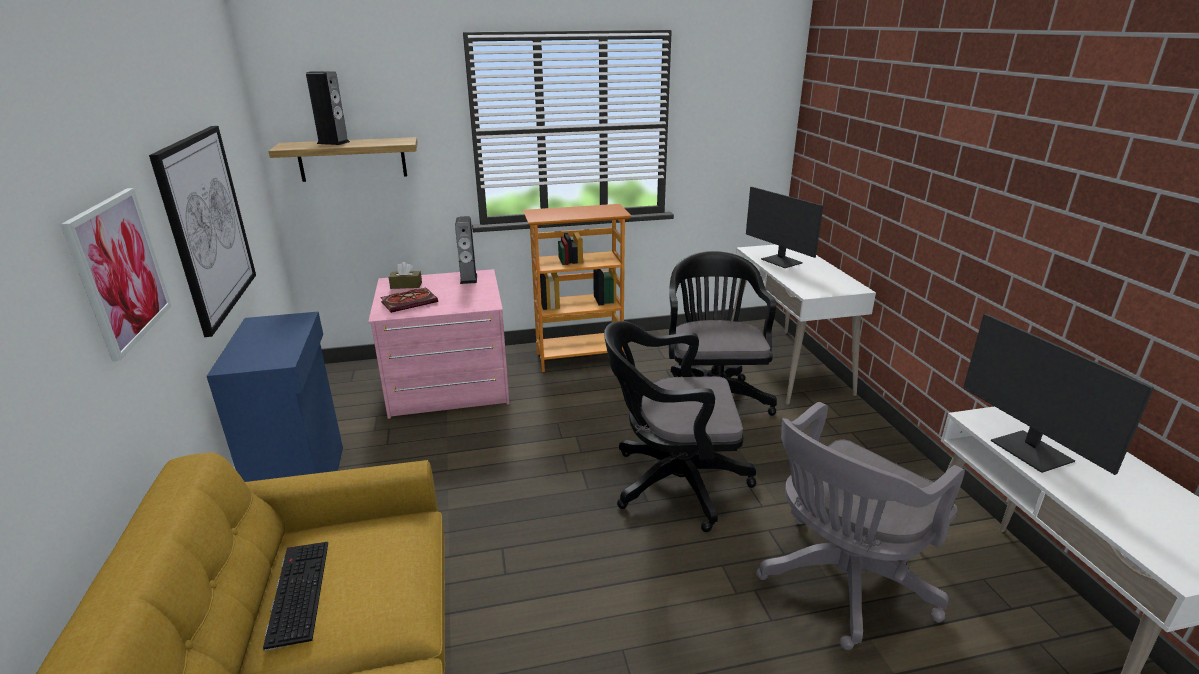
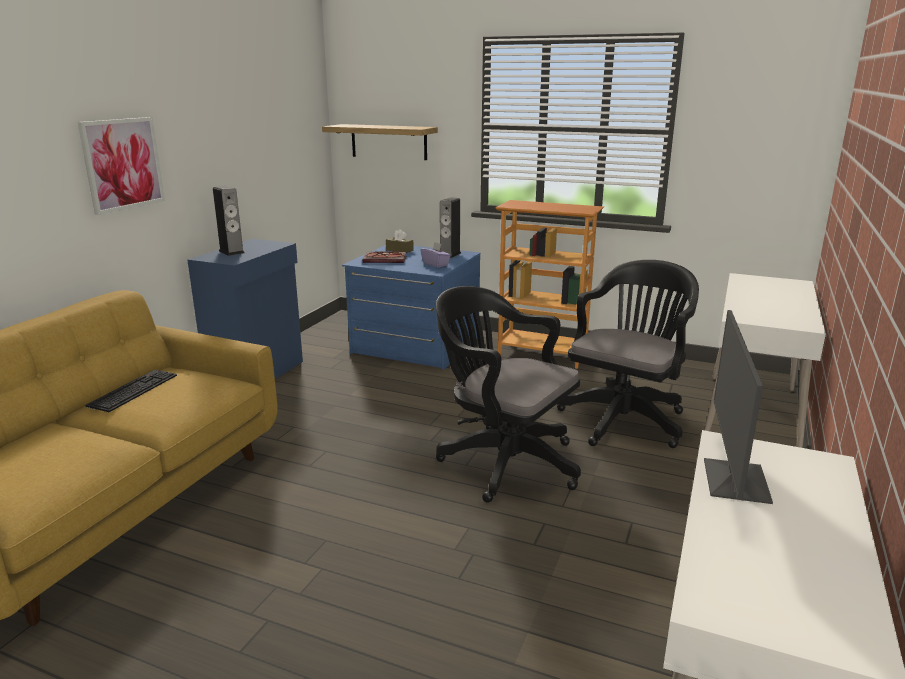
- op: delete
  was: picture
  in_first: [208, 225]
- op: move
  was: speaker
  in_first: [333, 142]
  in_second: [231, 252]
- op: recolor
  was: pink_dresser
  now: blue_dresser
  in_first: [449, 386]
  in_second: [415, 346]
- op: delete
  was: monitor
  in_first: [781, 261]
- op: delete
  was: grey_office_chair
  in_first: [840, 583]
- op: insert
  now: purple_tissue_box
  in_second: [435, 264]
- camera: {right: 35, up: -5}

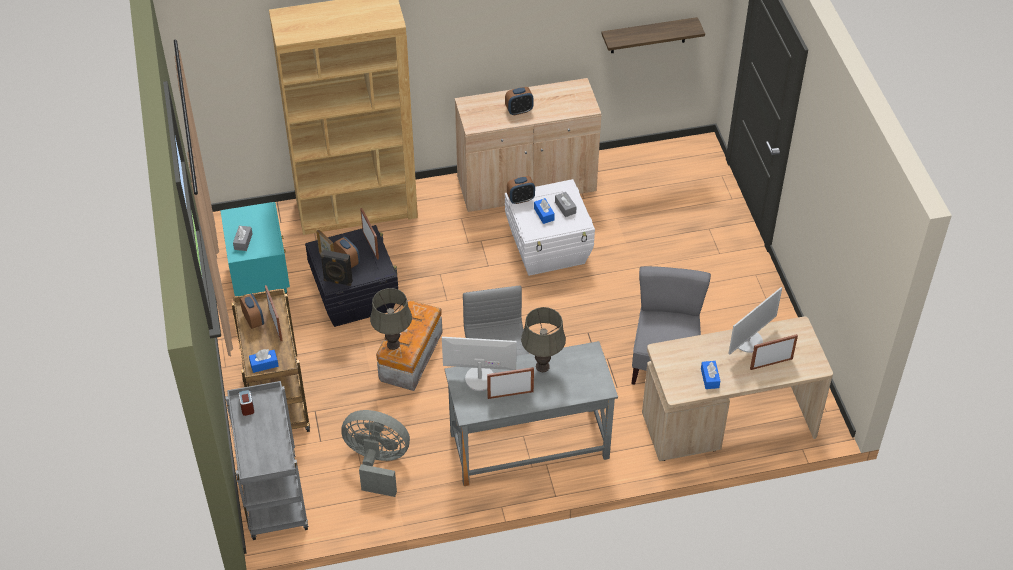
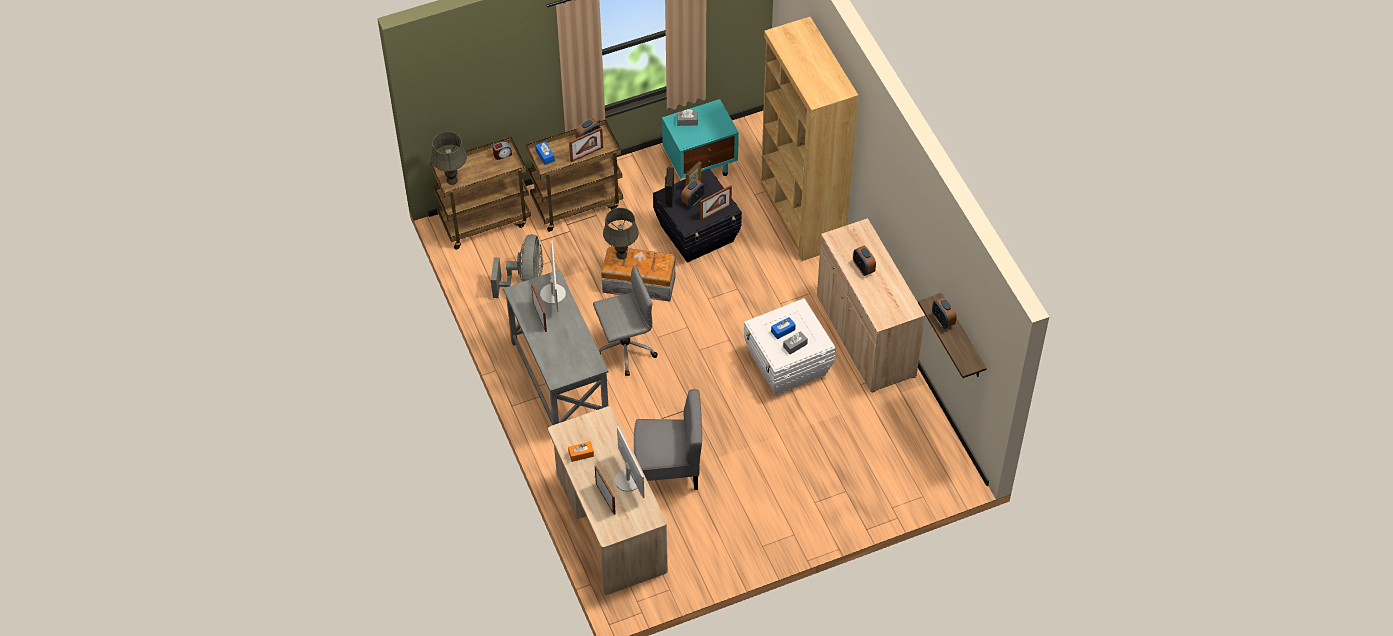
- op: recolor
  was: grey_cart
  now: brown_cart
  in_first: [272, 494]
  in_second: [485, 221]
- op: move
  was: alarm_clock
  in_first: [520, 199]
  in_second: [942, 320]
- op: move
  was: grey_table_lamp
  in_first: [542, 366]
  in_second: [452, 180]
- op: recolor
  was: blue_tissue_box
  now: orange_tissue_box
  in_first: [709, 378]
  in_second: [581, 454]
- op: rotate
  was: monitor
  in_first: [748, 341]
  in_second: [628, 480]
  clockwise: -150
- camera: {right: 80, up: 5}

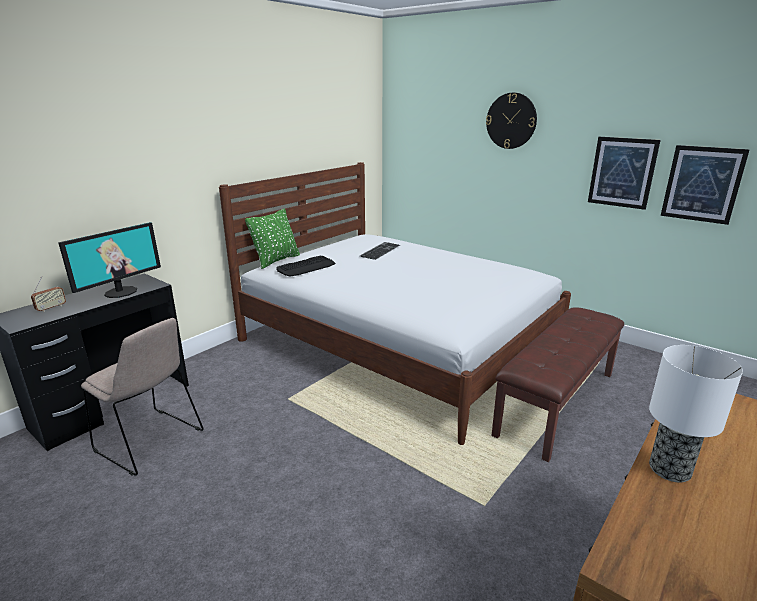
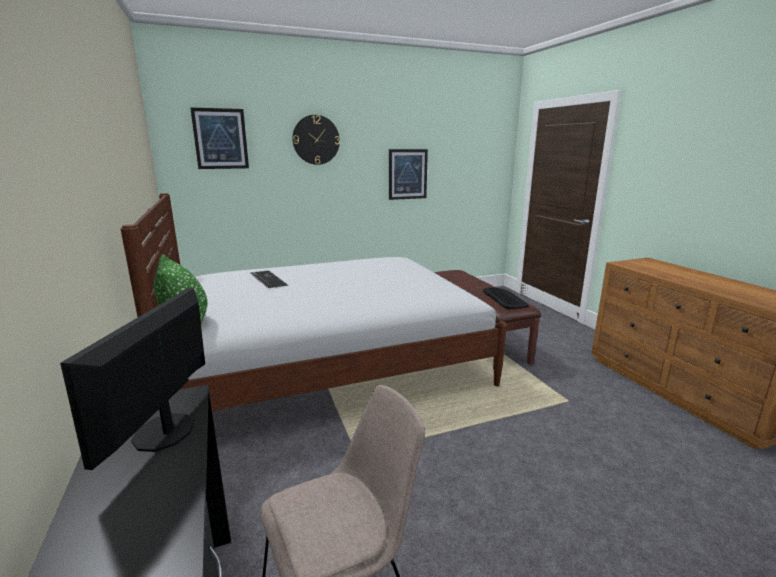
- op: delete
  was: radio
  in_first: [51, 308]
- op: rotate
  was: monitor
  in_first: [120, 292]
  in_second: [165, 432]
  clockwise: -150
- op: move
  was: keyboard
  in_first: [306, 267]
  in_second: [504, 298]
- op: delete
  was: table_lamp
  in_first: [671, 470]
- op: move
  was: picture
  in_first: [702, 184]
  in_second: [220, 139]
- camera: {right: -60, up: -5}

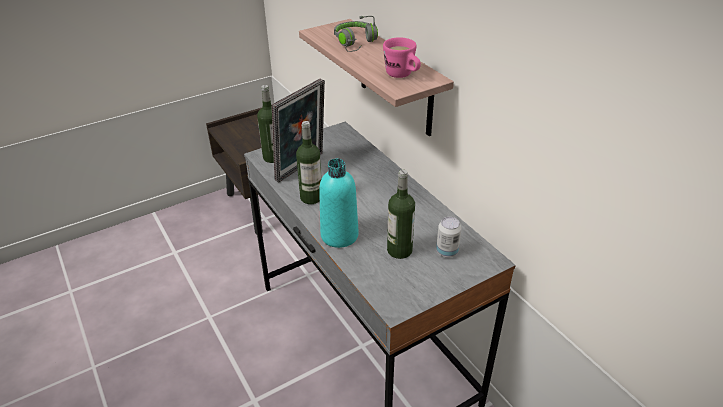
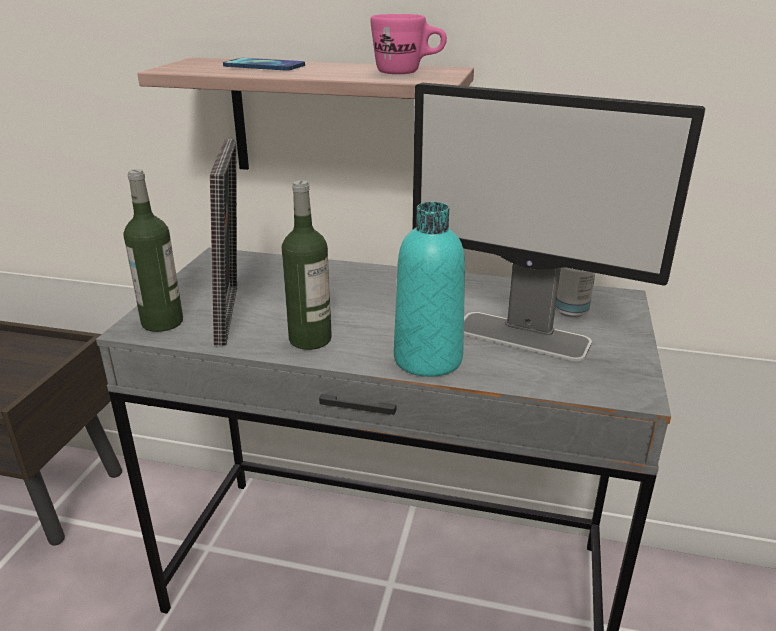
- op: replace
  was: grey_headphones
  now: phone
  in_first: [355, 43]
  in_second: [264, 66]
- op: replace
  was: bottle
  now: monitor
  in_first: [399, 250]
  in_second: [524, 336]
- camera: {right: -45, up: -10}

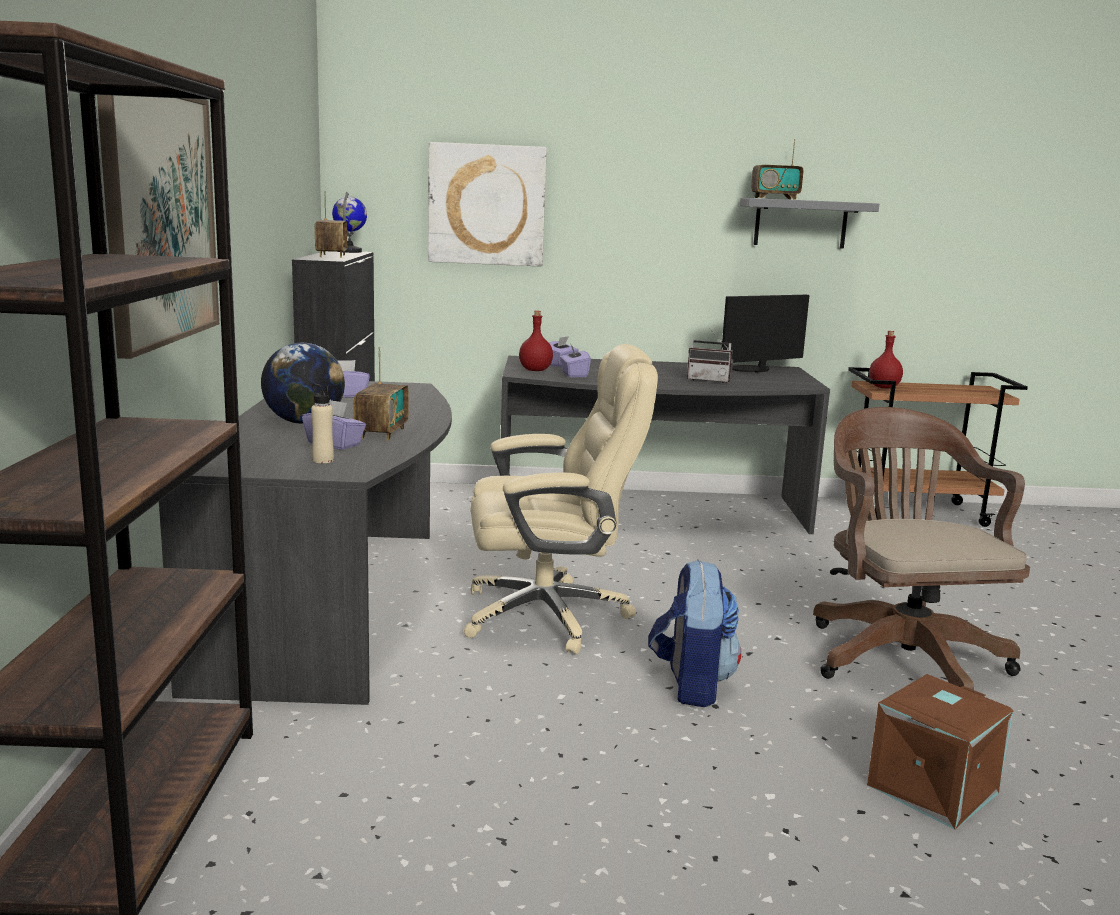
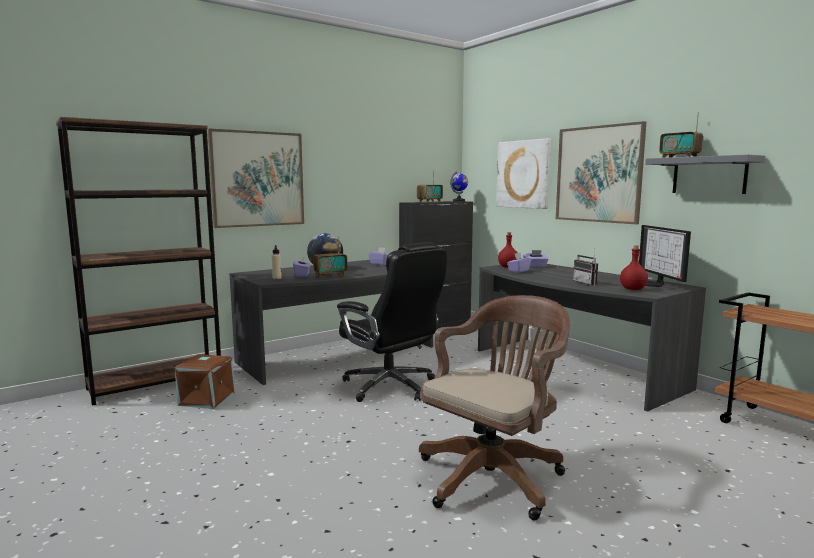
- op: recolor
  was: beige_office_chair
  now: black_office_chair
  in_first: [549, 615]
  in_second: [391, 386]
- op: delete
  was: backpack
  in_first: [691, 685]
- op: rotate
  was: monitor
  in_first: [753, 370]
  in_second: [652, 283]
  clockwise: -120
- op: move
  was: brown_storage_box
  in_first: [931, 788]
  in_second: [207, 399]
- op: move
  was: red_bottle
  in_first: [884, 387]
  in_second: [633, 289]
- op: insert
  now: picture
  in_second: [598, 174]
- camera: {right: 55, up: -5}

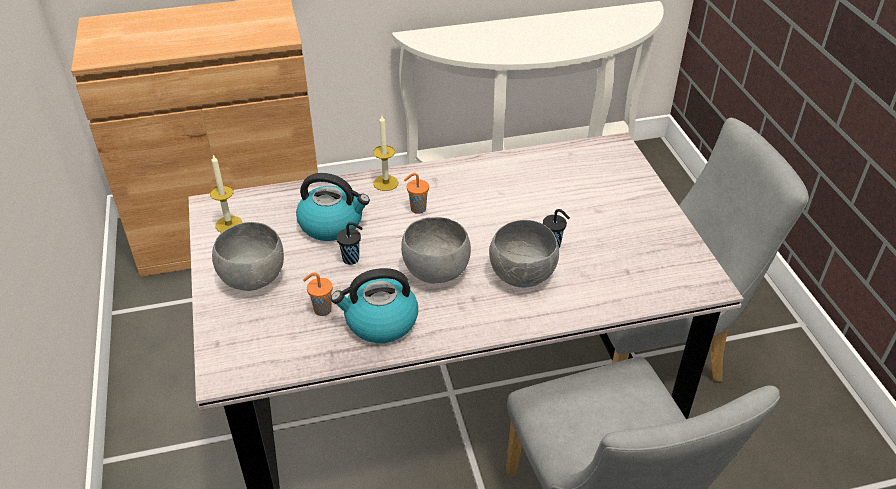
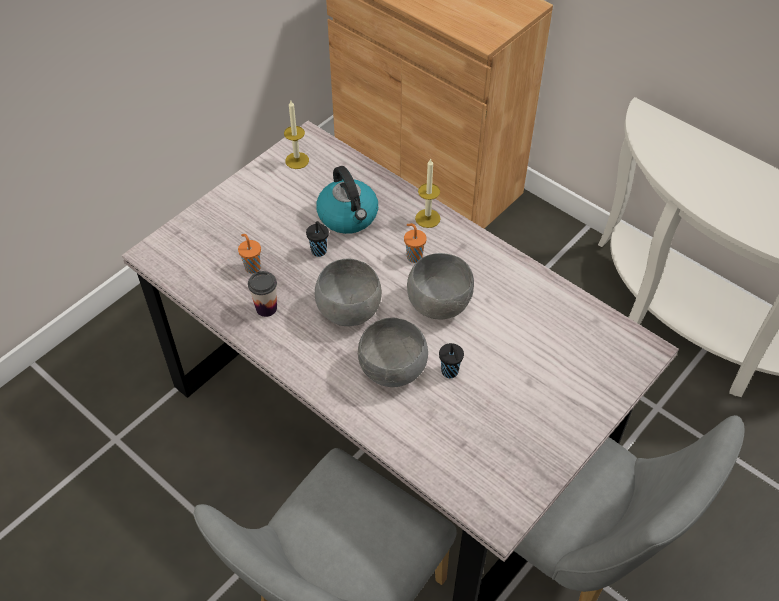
- op: move
  was: grey_bowl
  in_first: [253, 277]
  in_second: [440, 303]
- op: replace
  was: kettle
  now: cup
  in_first: [380, 322]
  in_second: [266, 308]
- camera: {right: 55, up: 10}

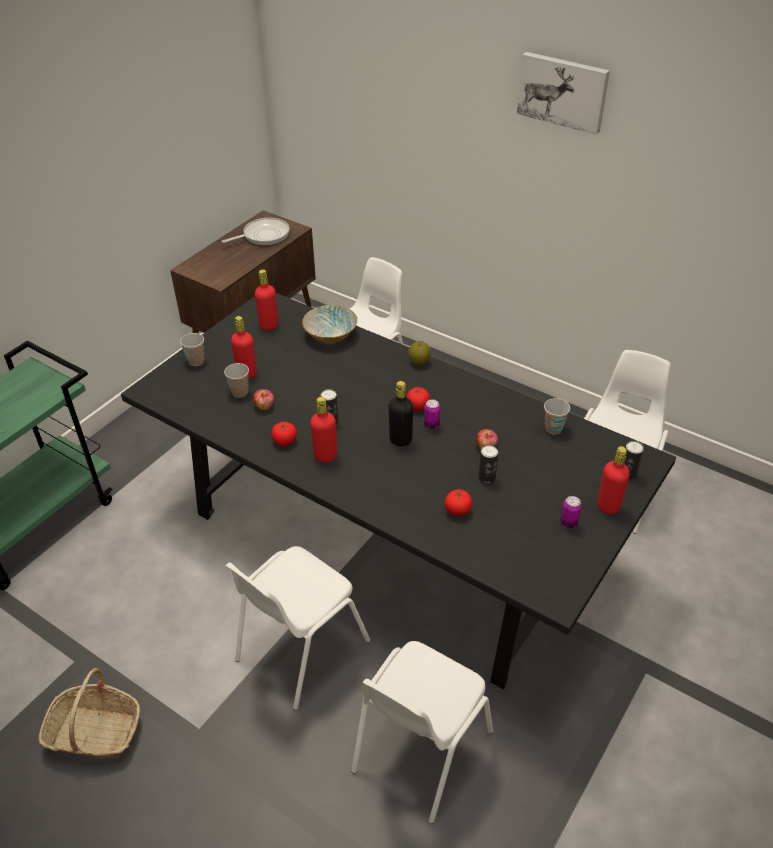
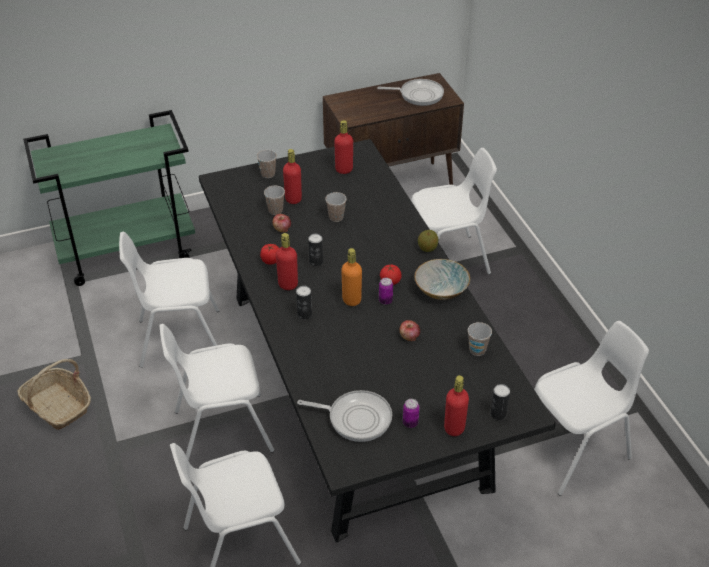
- op: move
  was: bowl
  in_first: [331, 335]
  in_second: [441, 290]
- op: recolor
  was: black_bottle
  now: orange_bottle
  in_first: [400, 440]
  in_second: [351, 300]
- op: delete
  was: tomato
  in_first: [457, 510]
- op: move
  was: can
  in_first: [486, 478]
  in_second: [304, 314]
- op: delete
  was: picture
  in_first: [563, 91]
- op: insert
  now: white_chair
  in_second: [179, 338]
- op: insert
  now: frying_pan
  in_second: [356, 418]
- op: insert
  now: cup
  in_second: [336, 217]
- camera: {right: 35, up: 0}

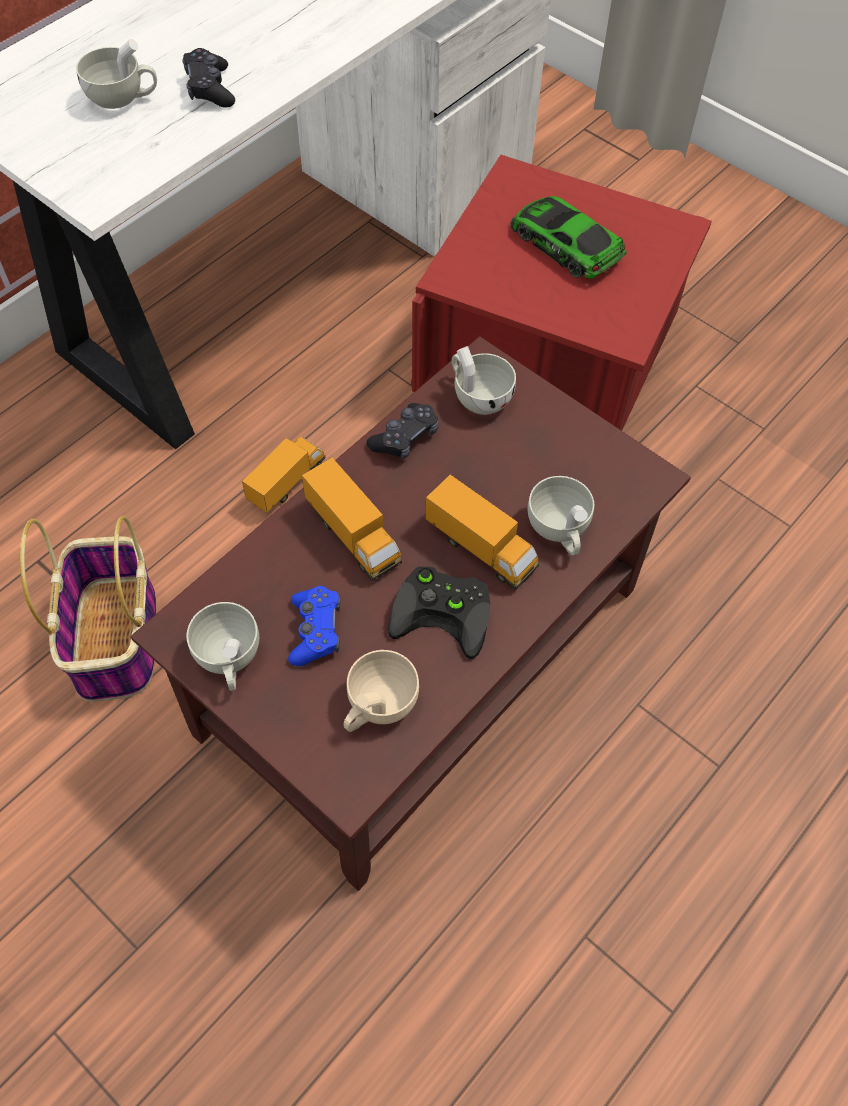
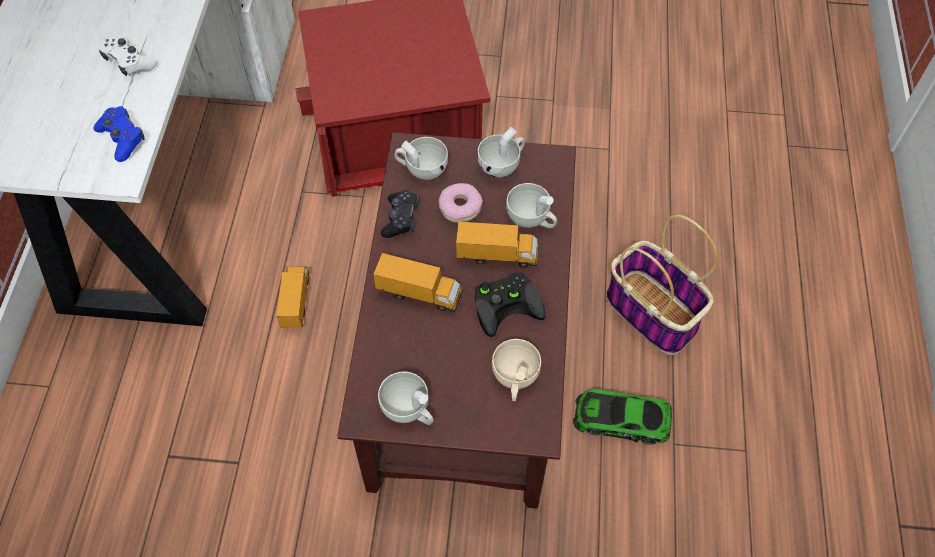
- op: move
  was: basket
  in_first: [117, 640]
  in_second: [653, 313]
- op: move
  was: white_cup
  in_first: [123, 98]
  in_second: [502, 164]
- op: recolor
  was: black_game_controller
  now: white_game_controller
  in_first: [210, 88]
  in_second: [129, 62]
- op: move
  was: blue_game_controller
  in_first: [315, 631]
  in_second: [122, 138]
- op: move
  was: toy_car
  in_first: [565, 244]
  in_second: [621, 419]
- op: insert
  now: donut
  in_second: [460, 207]
- camera: {right: -35, up: 0}

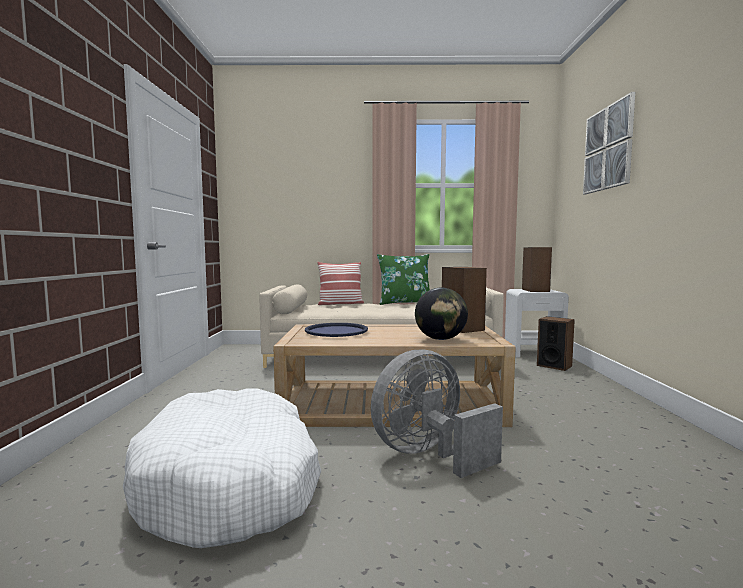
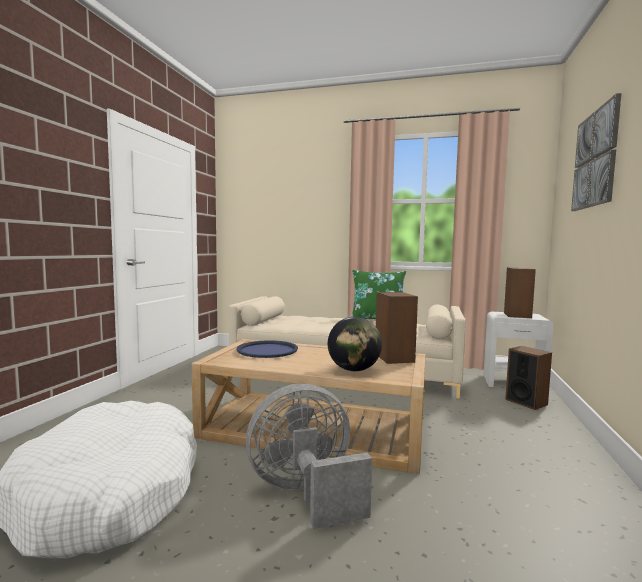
- op: delete
  was: pillow
  in_first: [340, 304]
- camera: {right: 15, up: 0}

